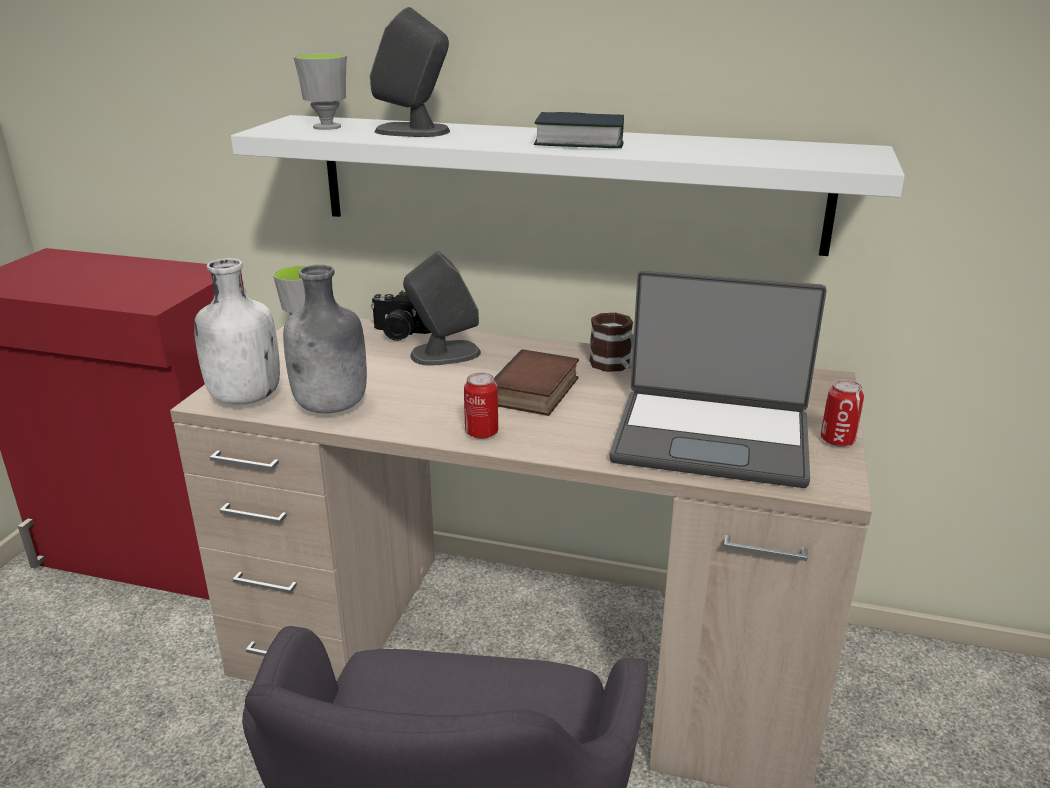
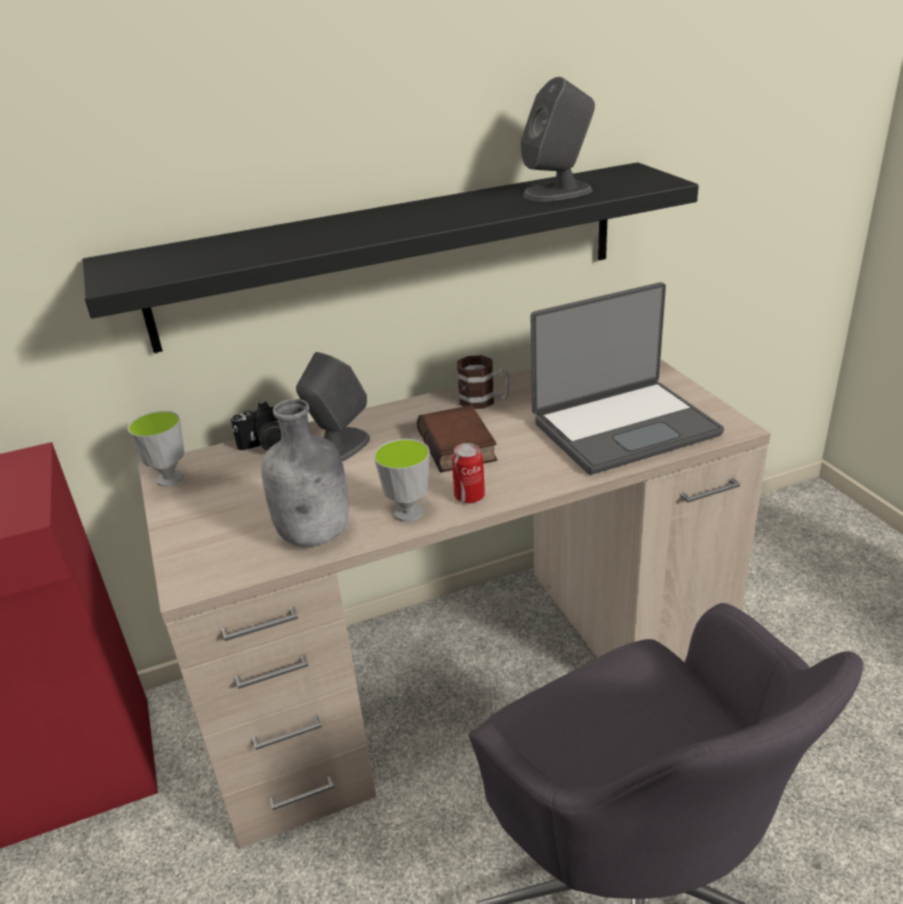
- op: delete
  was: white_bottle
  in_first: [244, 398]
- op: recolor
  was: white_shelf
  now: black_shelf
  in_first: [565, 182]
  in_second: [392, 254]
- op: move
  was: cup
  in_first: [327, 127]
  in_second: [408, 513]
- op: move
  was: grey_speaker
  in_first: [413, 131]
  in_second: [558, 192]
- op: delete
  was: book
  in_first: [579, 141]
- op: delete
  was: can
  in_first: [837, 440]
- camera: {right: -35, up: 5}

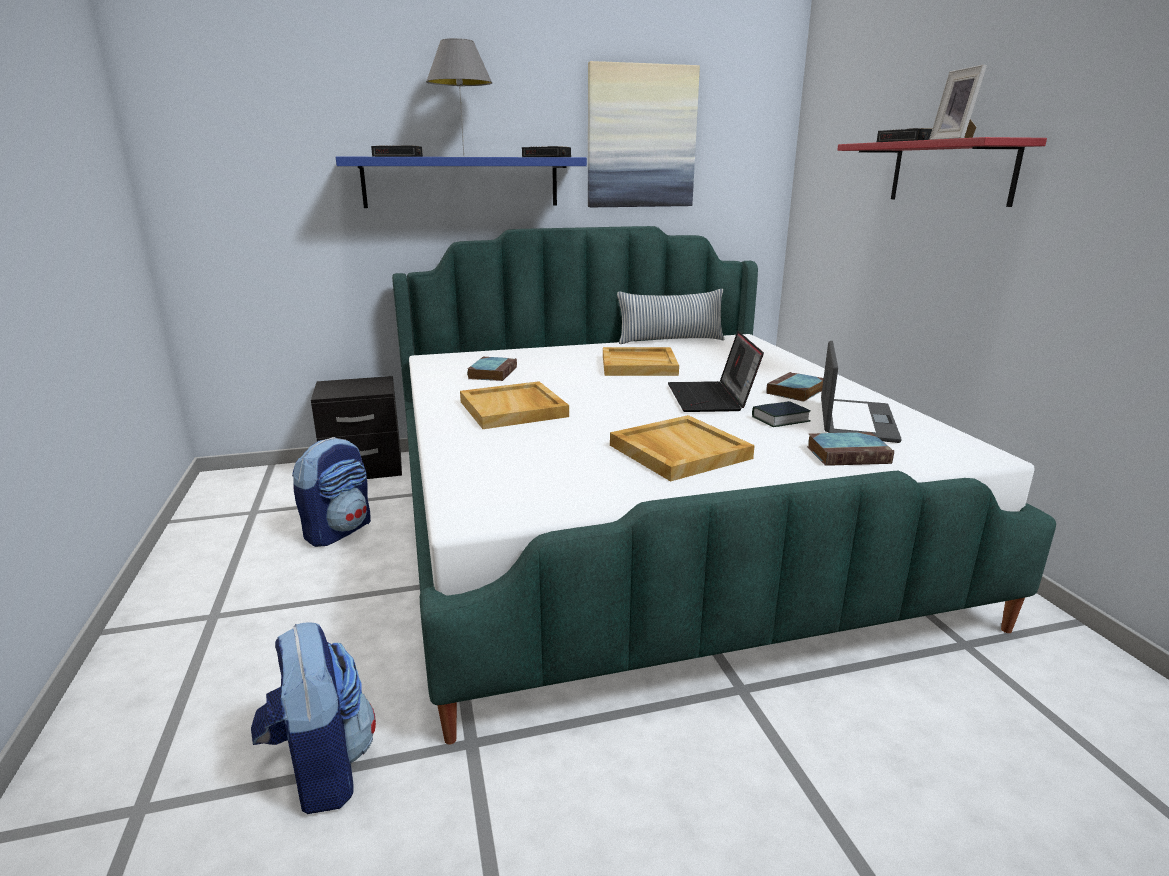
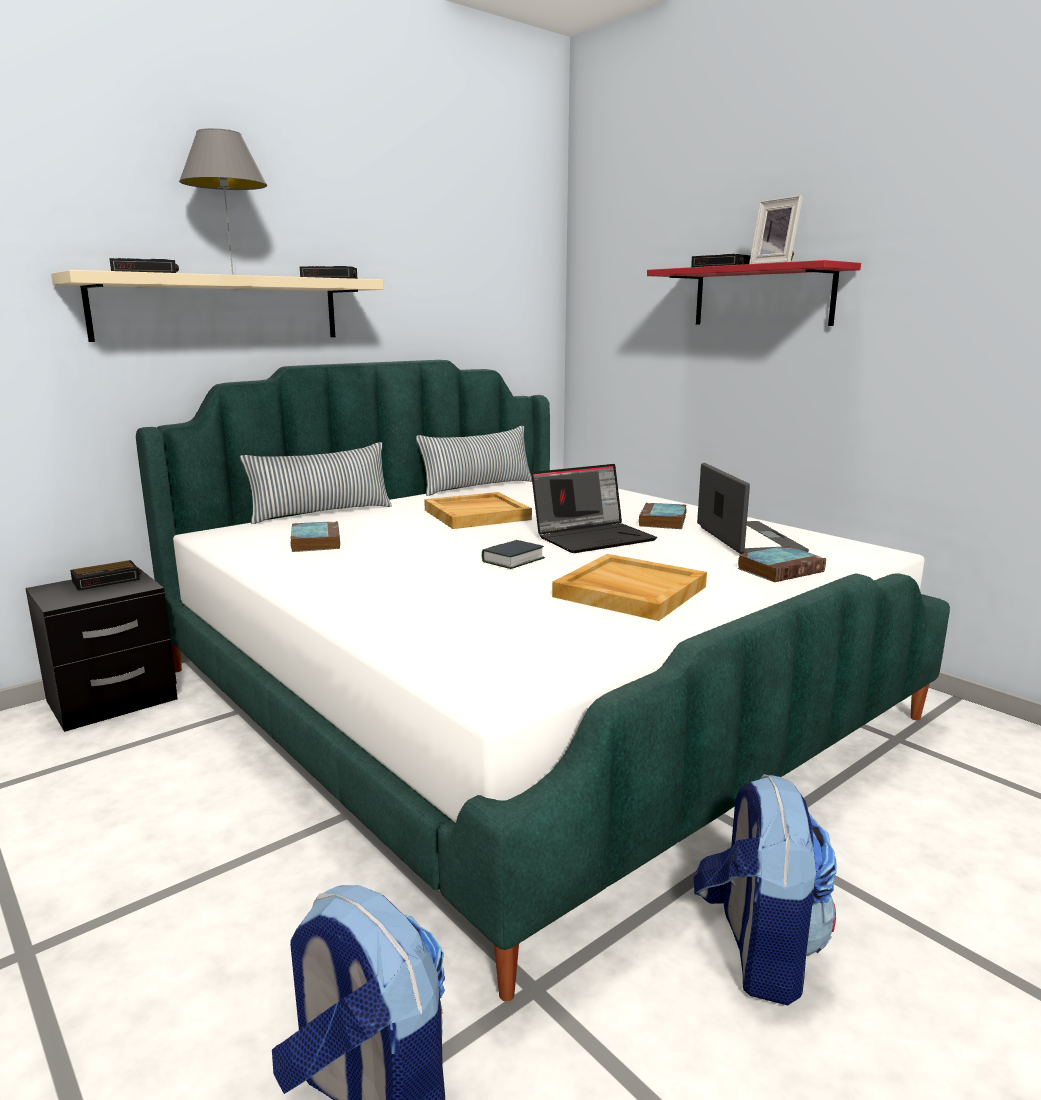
- op: move
  was: backpack
  in_first: [339, 530]
  in_second: [758, 950]
- op: recolor
  was: blue_shelf
  now: beige_shelf
  in_first: [462, 182]
  in_second: [220, 308]
- op: delete
  was: beige_tray
  in_first: [514, 409]
- op: delete
  was: picture
  in_first: [641, 137]
- op: rotate
  was: laptop
  in_first: [711, 398]
  in_second: [594, 537]
  clockwise: -90
- op: move
  was: book
  in_first: [780, 419]
  in_second: [513, 560]
- op: insert
  now: alarm_clock
  in_second: [107, 580]
- op: insert
  now: pillow
  in_second: [321, 513]
- camera: {right: -25, up: -5}

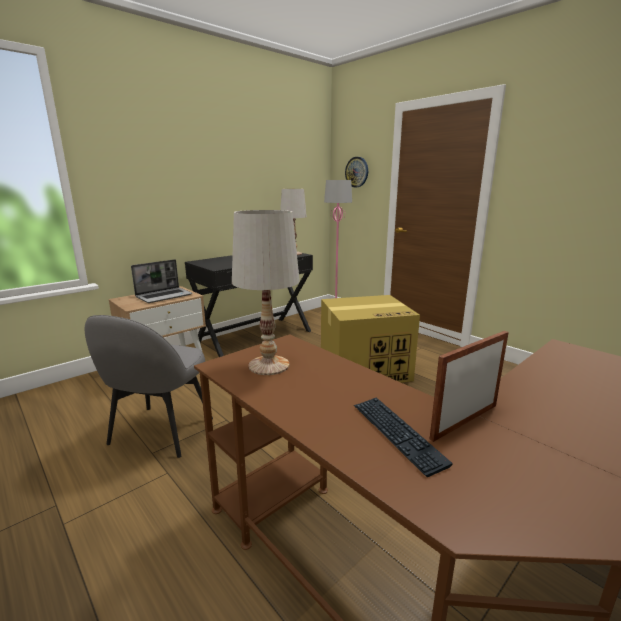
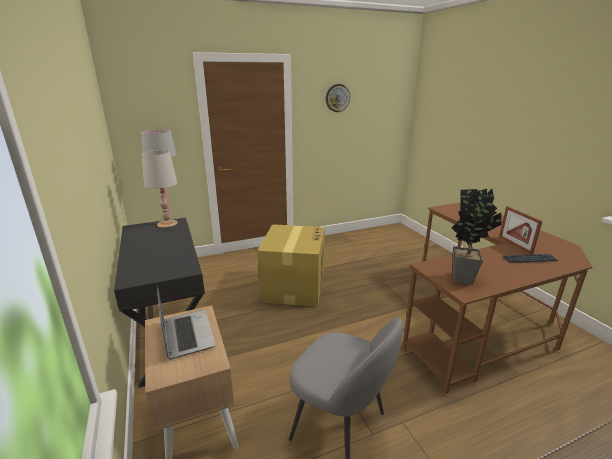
- op: replace
  was: white_table_lamp
  now: potted_plant
  in_first: [268, 365]
  in_second: [464, 277]
- op: move
  was: wall_clock
  in_first: [357, 172]
  in_second: [337, 98]
- camera: {right: -70, up: 5}

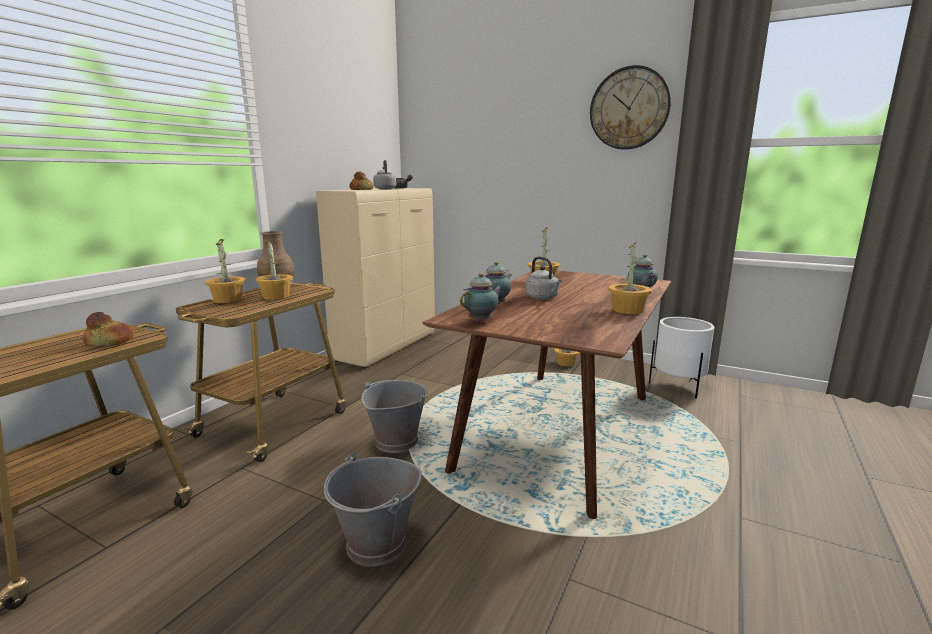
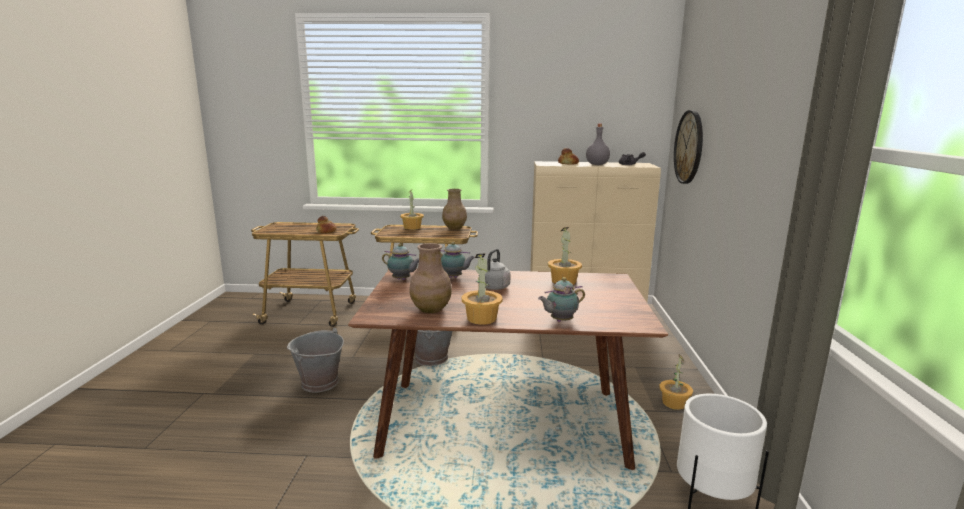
- op: delete
  was: potted_plant
  in_first: [276, 296]
- op: replace
  was: grey_kettle
  now: grey_bottle
  in_first: [385, 189]
  in_second: [597, 164]
- op: move
  was: wall_clock
  in_first: [629, 108]
  in_second: [689, 147]
- op: insert
  now: brown_vase
  in_second: [430, 309]
- camera: {right: 65, up: 0}

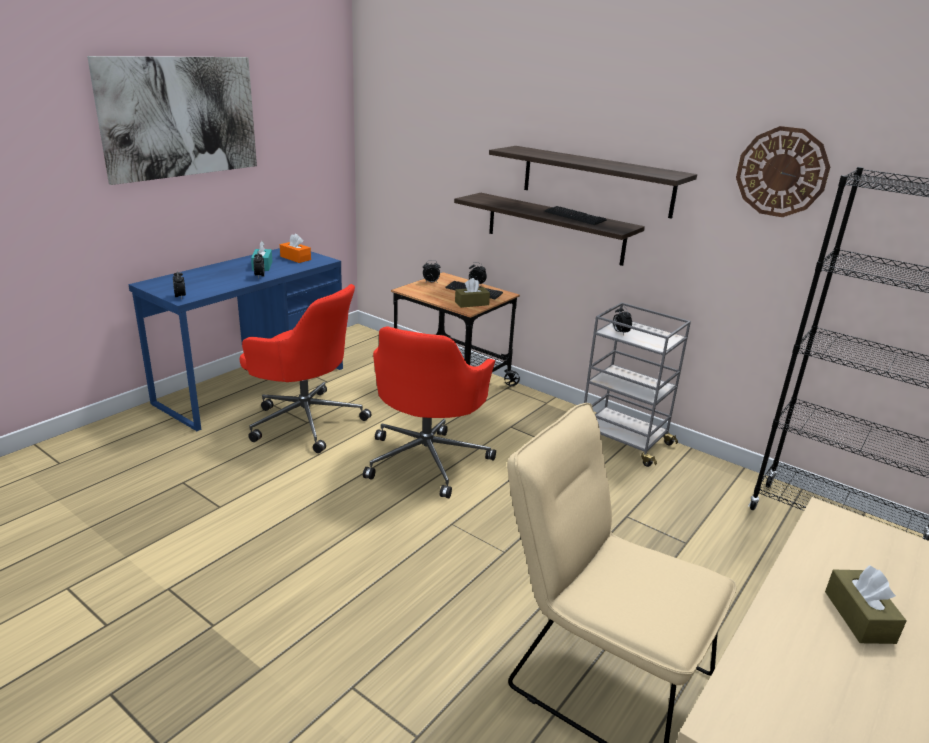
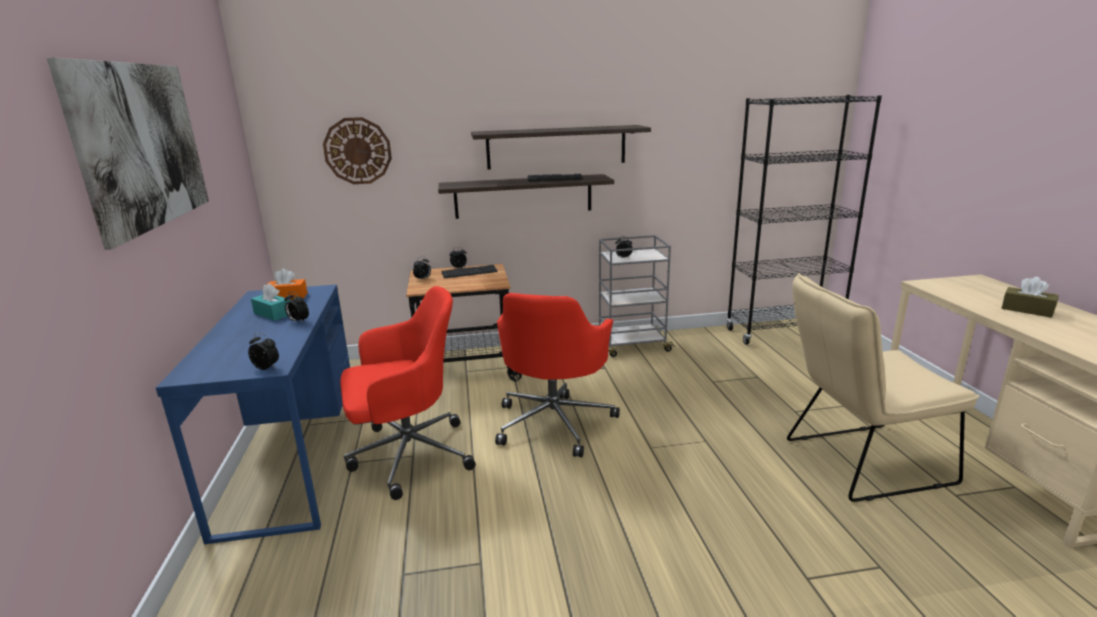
- op: rotate
  was: red_office_chair
  in_first: [427, 459]
  in_second: [555, 422]
  clockwise: 45
- op: delete
  was: brown_tissue_box
  in_first: [472, 303]
- op: move
  was: wall_clock
  in_first: [781, 172]
  in_second: [357, 151]
- camera: {right: -45, up: -5}

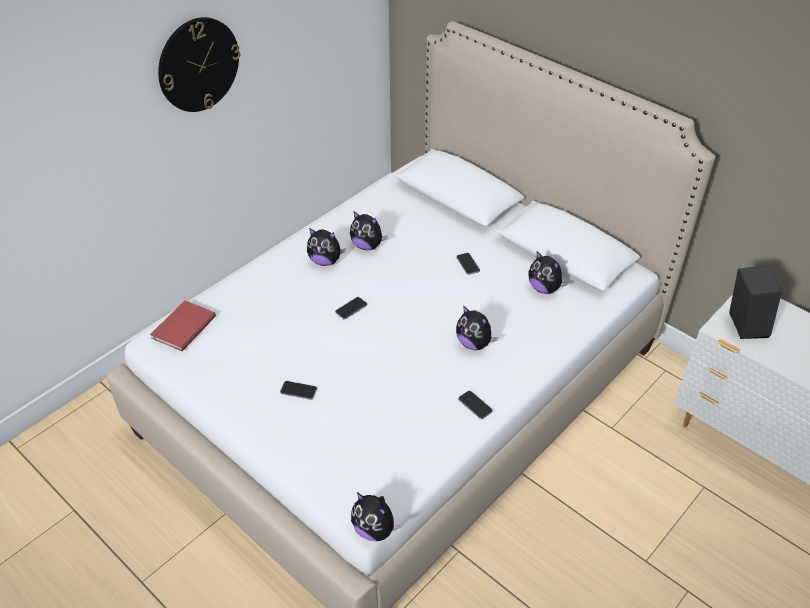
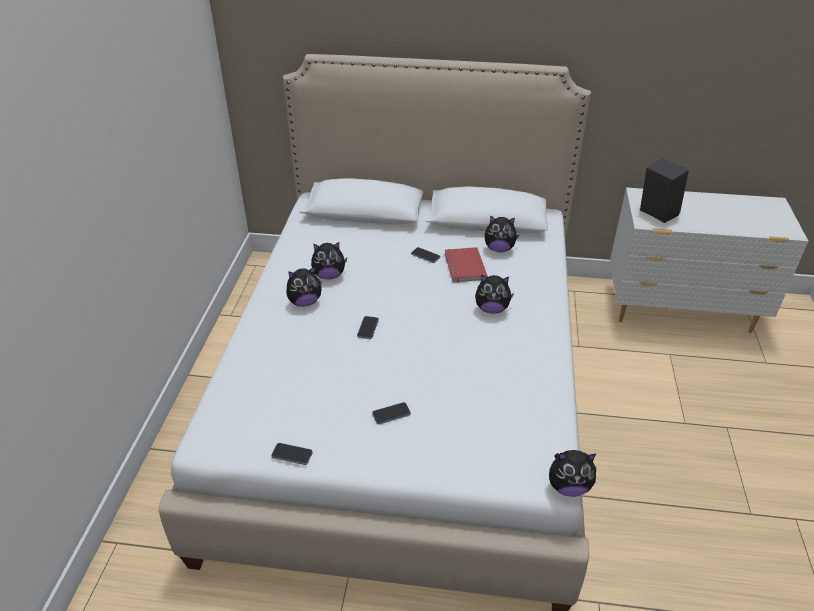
- op: move
  was: red_book
  in_first: [182, 327]
  in_second: [463, 266]
- op: delete
  was: wall_clock
  in_first: [198, 64]
- op: move
  was: phone
  in_first: [475, 405]
  in_second: [292, 454]
- camera: {right: -35, up: -5}

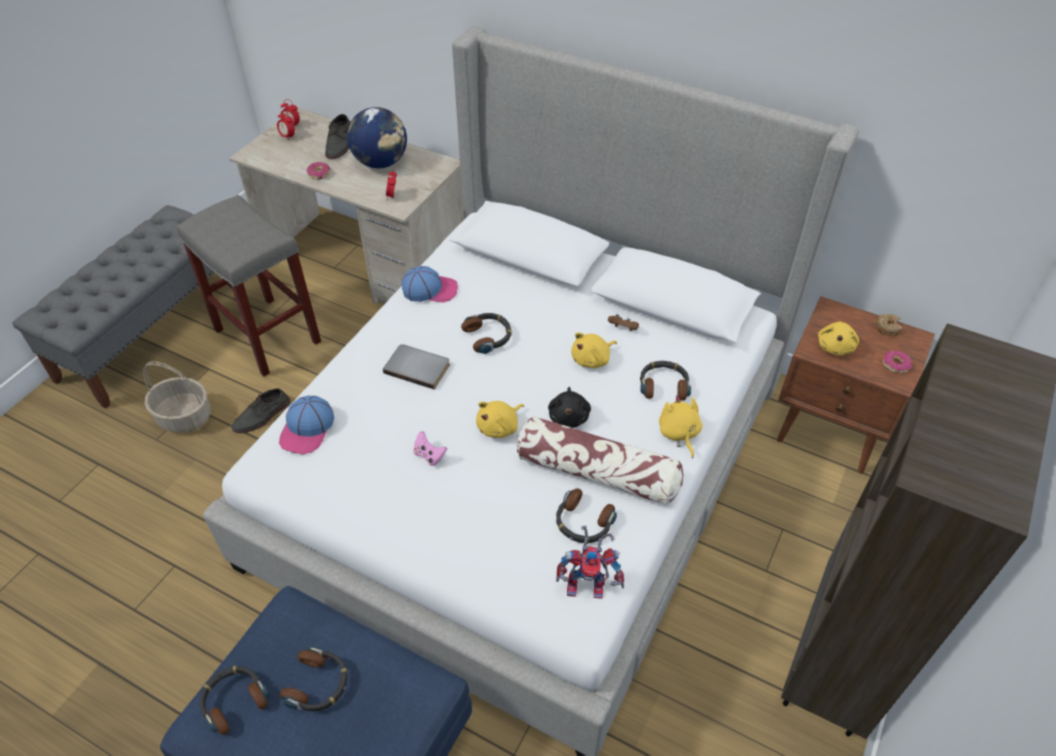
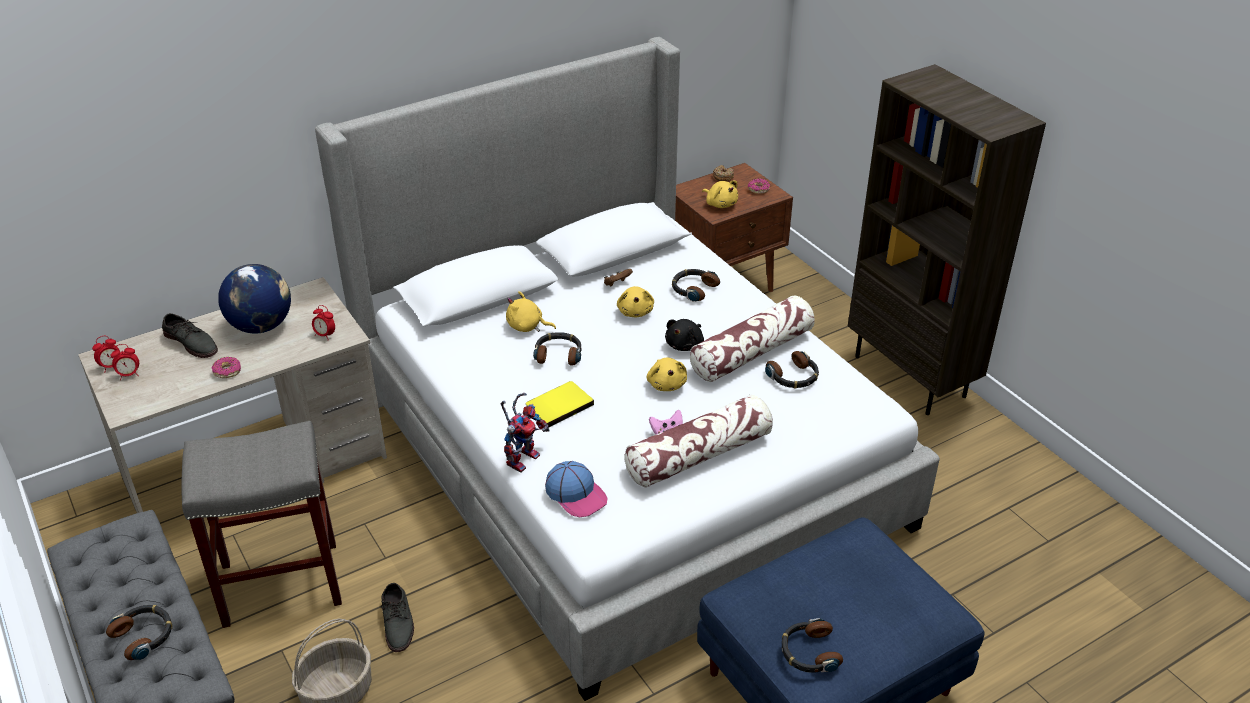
- op: move
  was: headphones
  in_first: [318, 684]
  in_second: [144, 635]
- op: recolor
  was: grey_book
  now: yellow_book
  in_first: [418, 367]
  in_second: [558, 405]
- op: delete
  was: cap
  in_first: [430, 289]
- op: rotate
  was: black_plush_toy
  in_first: [569, 416]
  in_second: [685, 345]
  clockwise: 90
- op: move
  was: toy_robot
  in_first: [589, 584]
  in_second: [523, 457]
- op: move
  was: yellow_plush_toy
  in_first: [679, 434]
  in_second: [527, 326]
- op: insert
  now: pillow
  in_second: [699, 455]
- camera: {right: -60, up: -10}

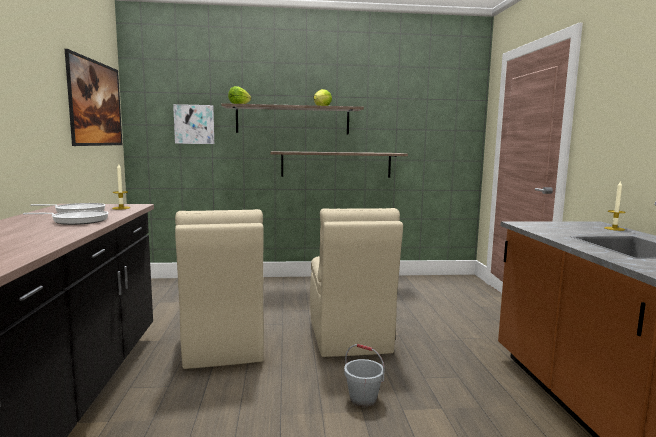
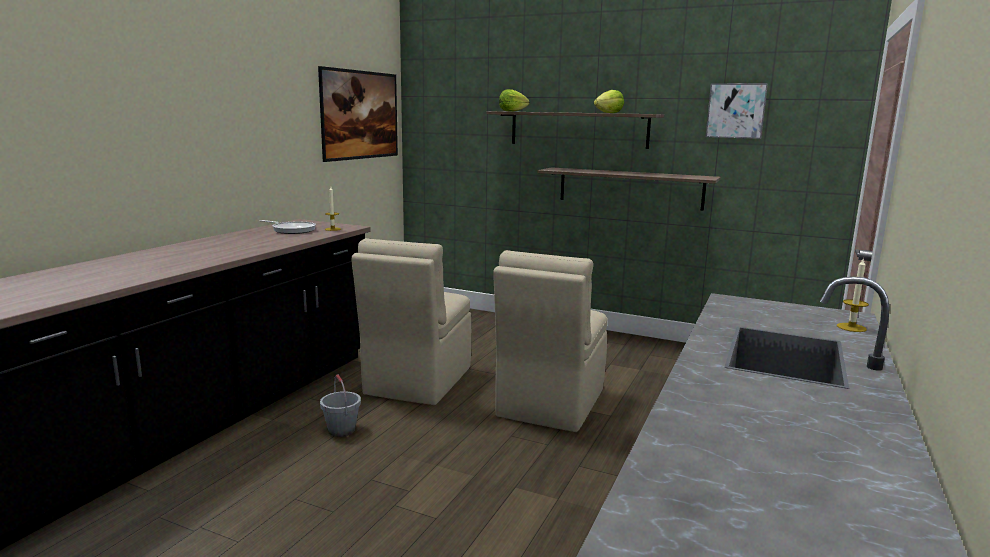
- op: delete
  was: frying_pan
  in_first: [77, 220]
- op: move
  was: picture
  in_first: [194, 124]
  in_second: [736, 111]
- op: move
  was: grey_bucket
  in_first: [363, 399]
  in_second: [342, 430]
- camera: {right: 30, up: 5}

